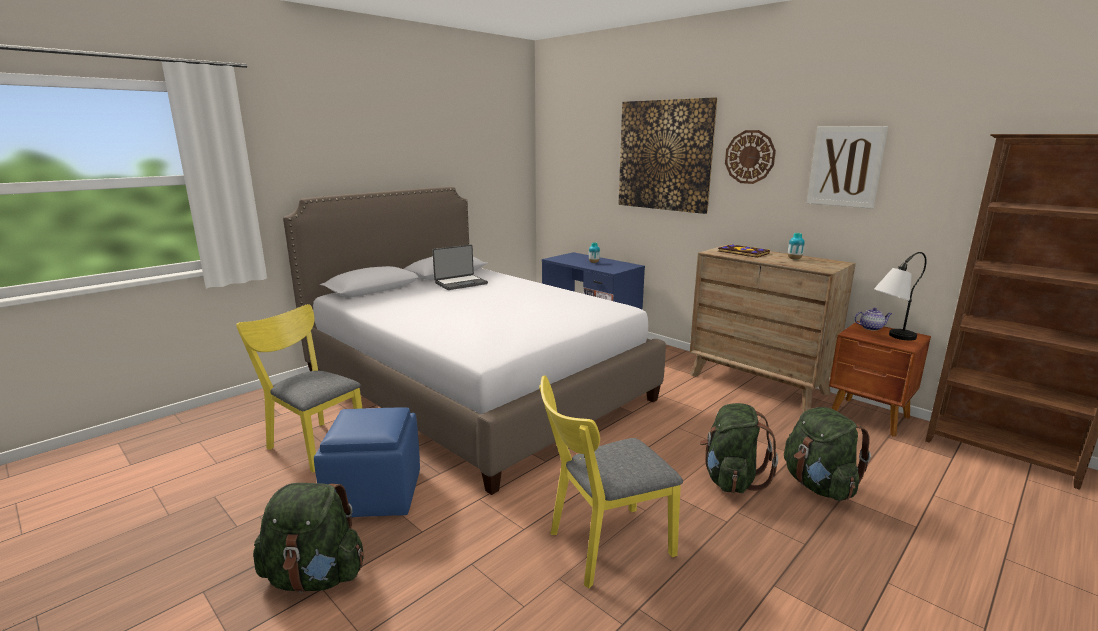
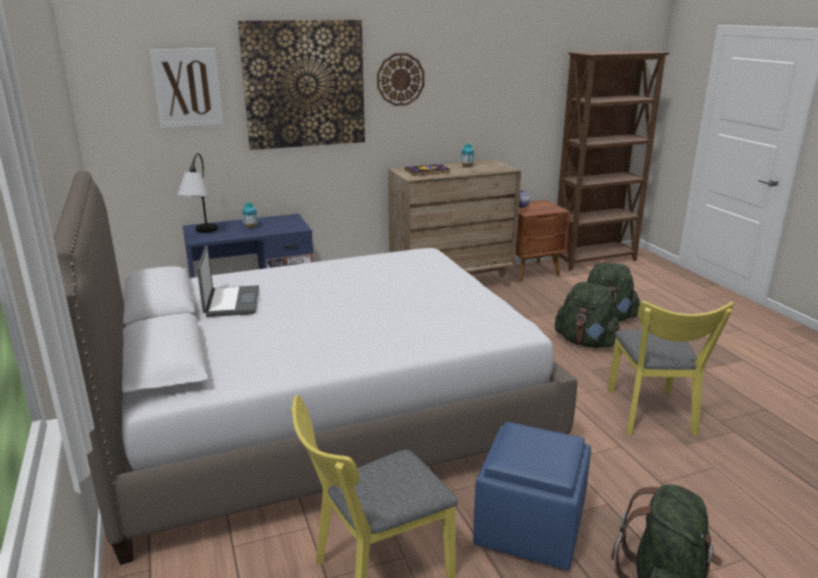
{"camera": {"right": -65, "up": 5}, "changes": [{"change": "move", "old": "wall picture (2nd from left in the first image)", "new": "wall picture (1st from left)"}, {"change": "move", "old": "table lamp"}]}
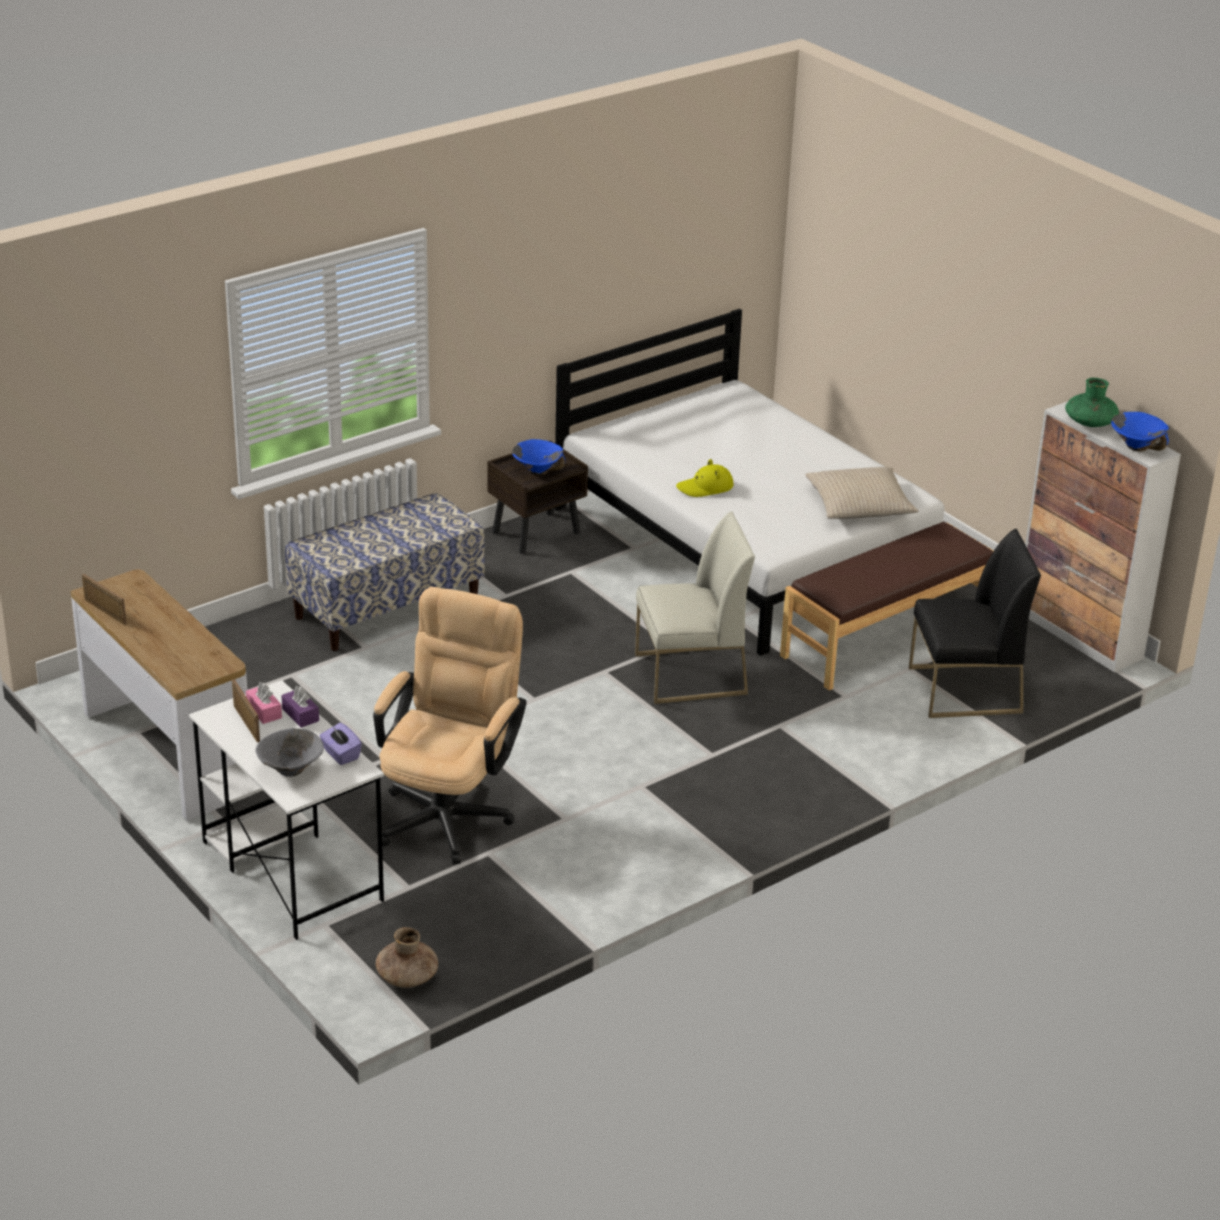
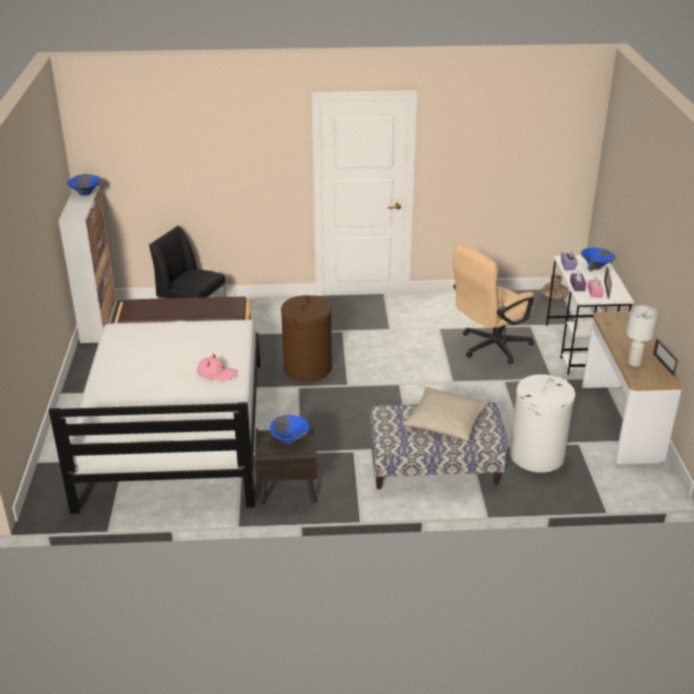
{"camera": {"right": -145, "up": 0}, "changes": [{"change": "recolor", "old": "bowl (greyish)", "new": "bowl (bluish) (3rd from left)"}, {"change": "replace", "old": "upright chair (white)", "new": "washing basket (brownish)"}, {"change": "recolor", "old": "hat (yellow)", "new": "hat (pink-coloured)"}, {"change": "move", "old": "throw pillow (beige)"}, {"change": "delete", "old": "flower vase (greenish)"}, {"change": "insert", "new": "washing basket (white)"}, {"change": "insert", "new": "table lamp (white)"}]}
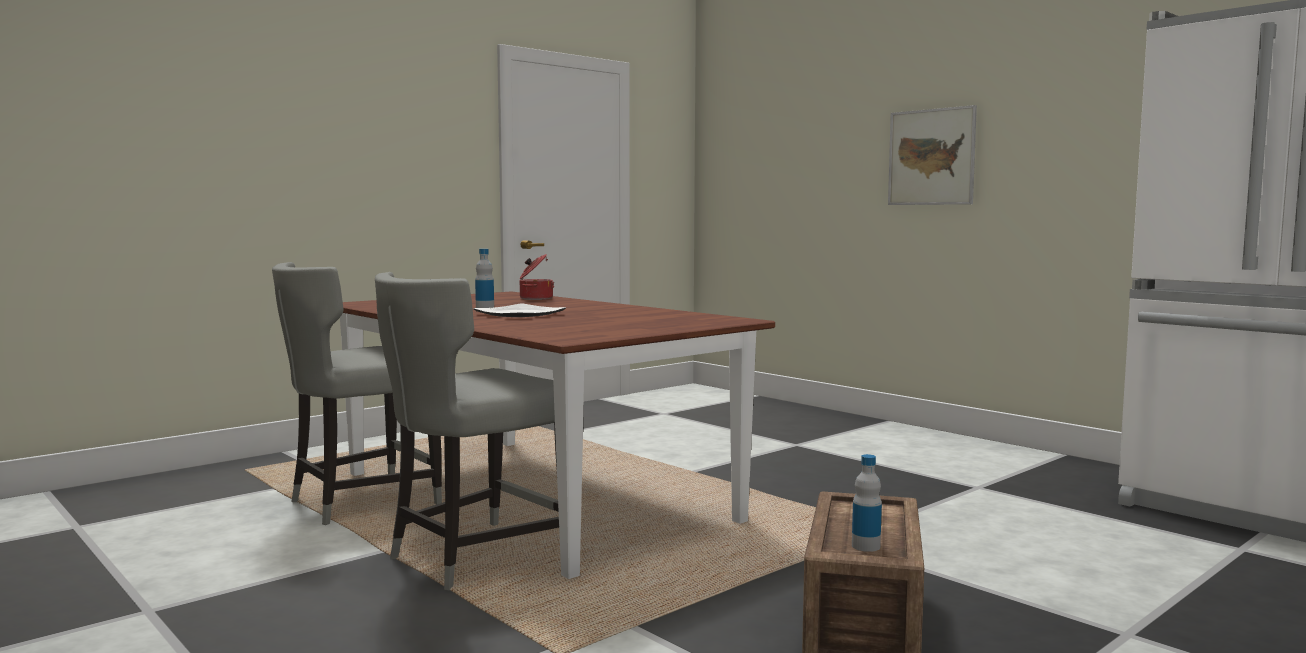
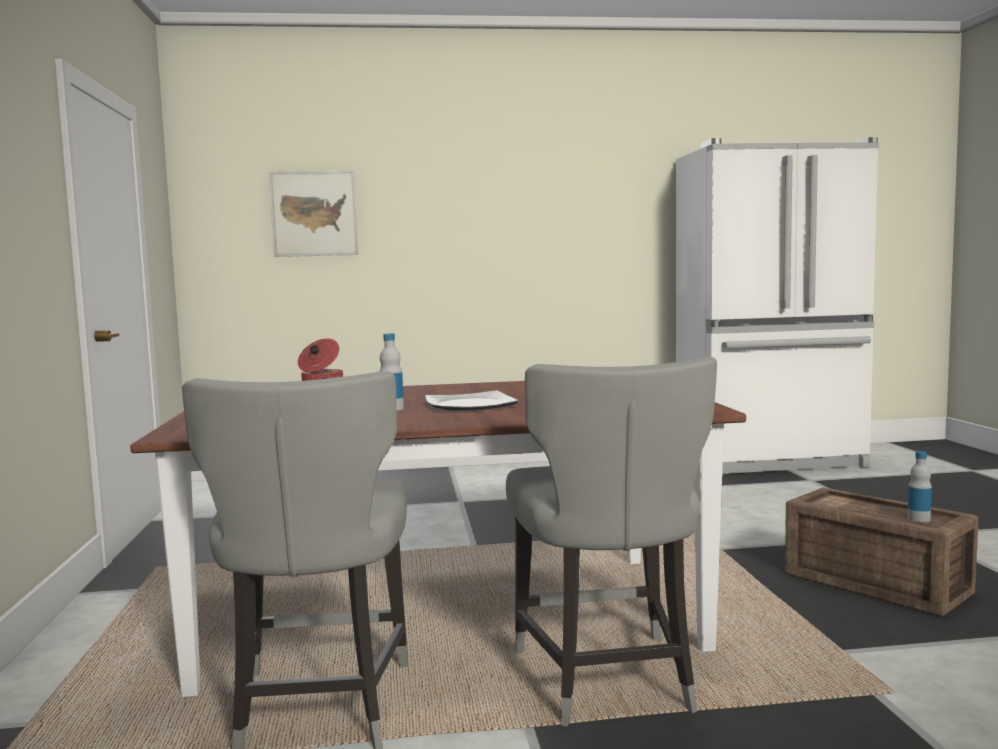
{"camera": {"right": -55, "up": 0}, "changes": [{"change": "move", "old": "wall picture"}]}
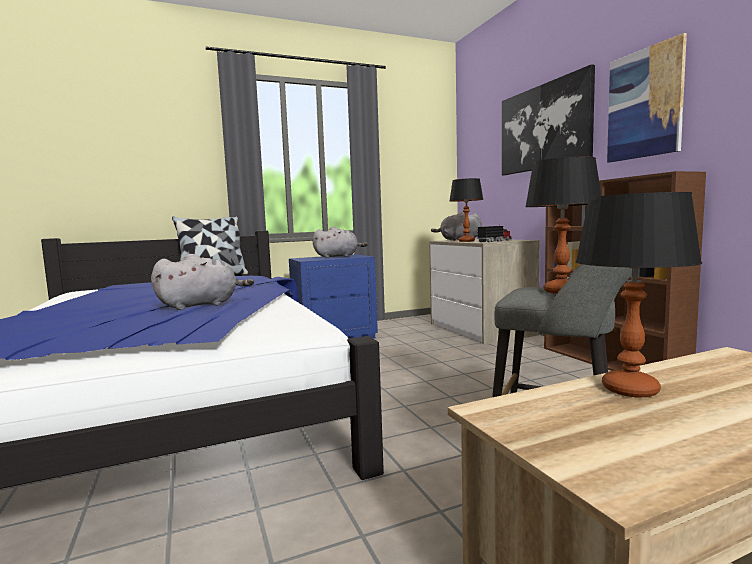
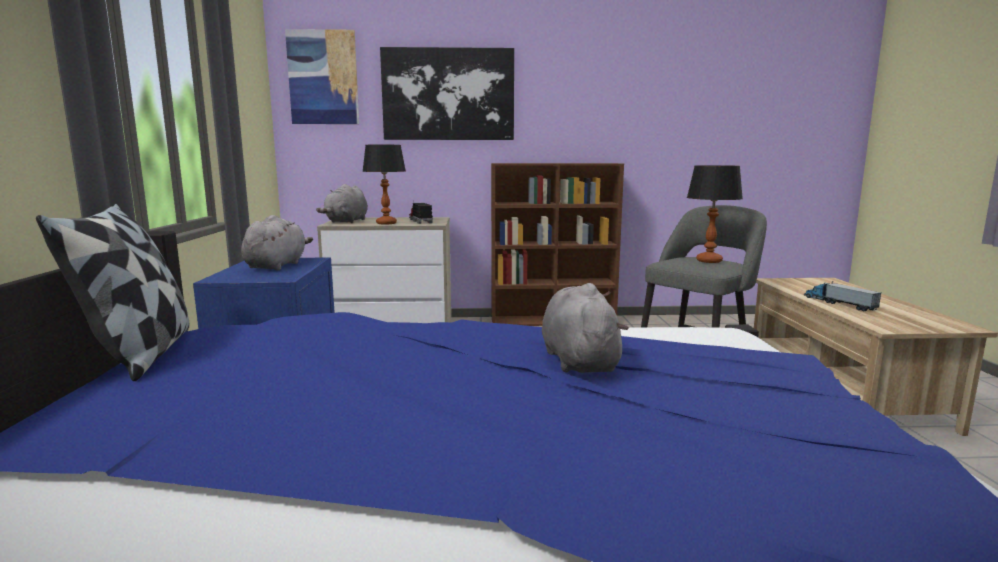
{"camera": {"right": -70, "up": 5}, "changes": [{"change": "replace", "old": "table lamp (3rd from left)", "new": "model truck (2nd from left)"}, {"change": "move", "old": "wall picture (2nd from left in the first image)", "new": "wall picture (1st from left)"}]}
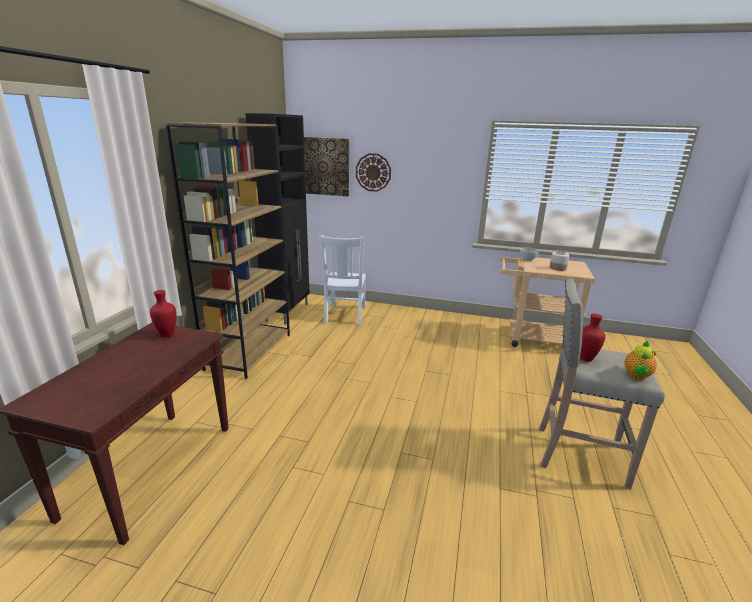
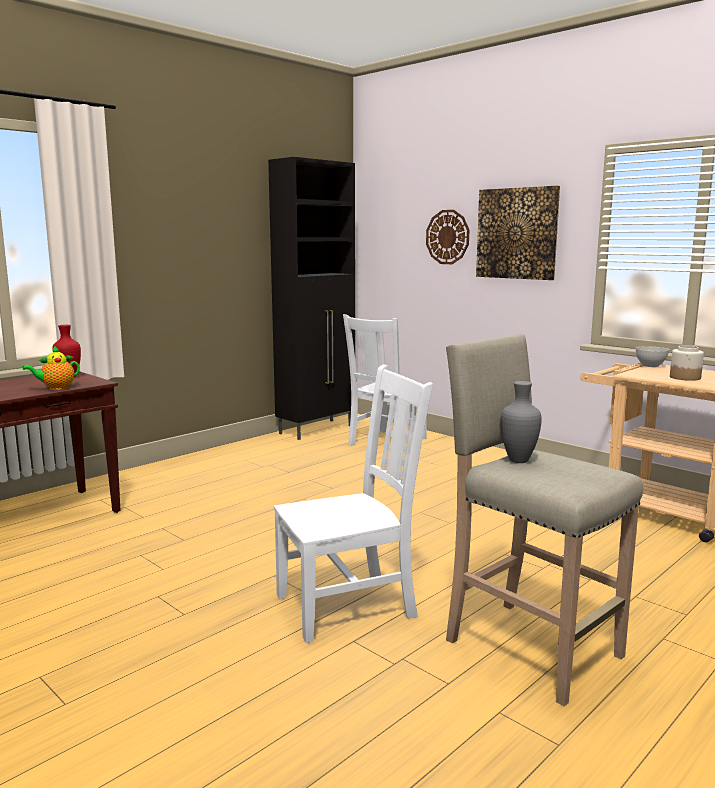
{"camera": {"right": 30, "up": -10}, "changes": [{"change": "delete", "old": "shelving unit (brownish)"}, {"change": "move", "old": "wall picture"}, {"change": "recolor", "old": "flower vase (red) (2nd from left)", "new": "flower vase (greyish)"}, {"change": "move", "old": "pot for tea"}, {"change": "insert", "new": "upright chair (white) (1st from left)"}]}
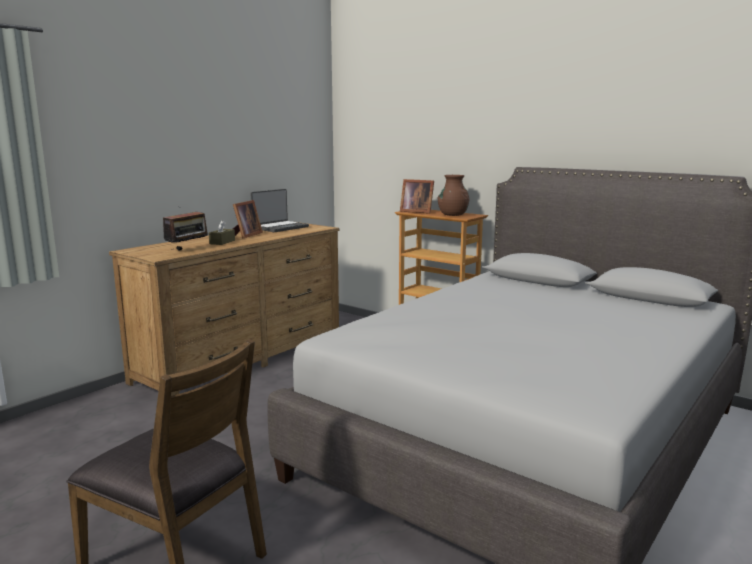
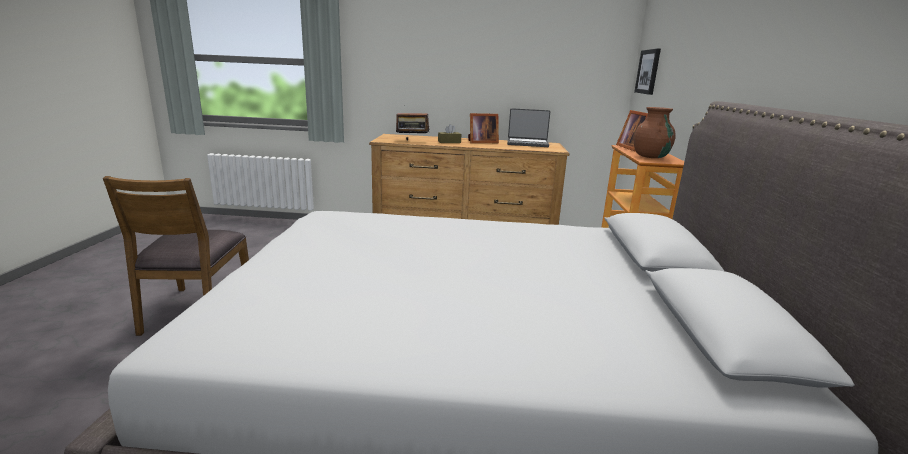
{"camera": {"right": 55, "up": 5}, "changes": [{"change": "insert", "new": "wall picture"}]}
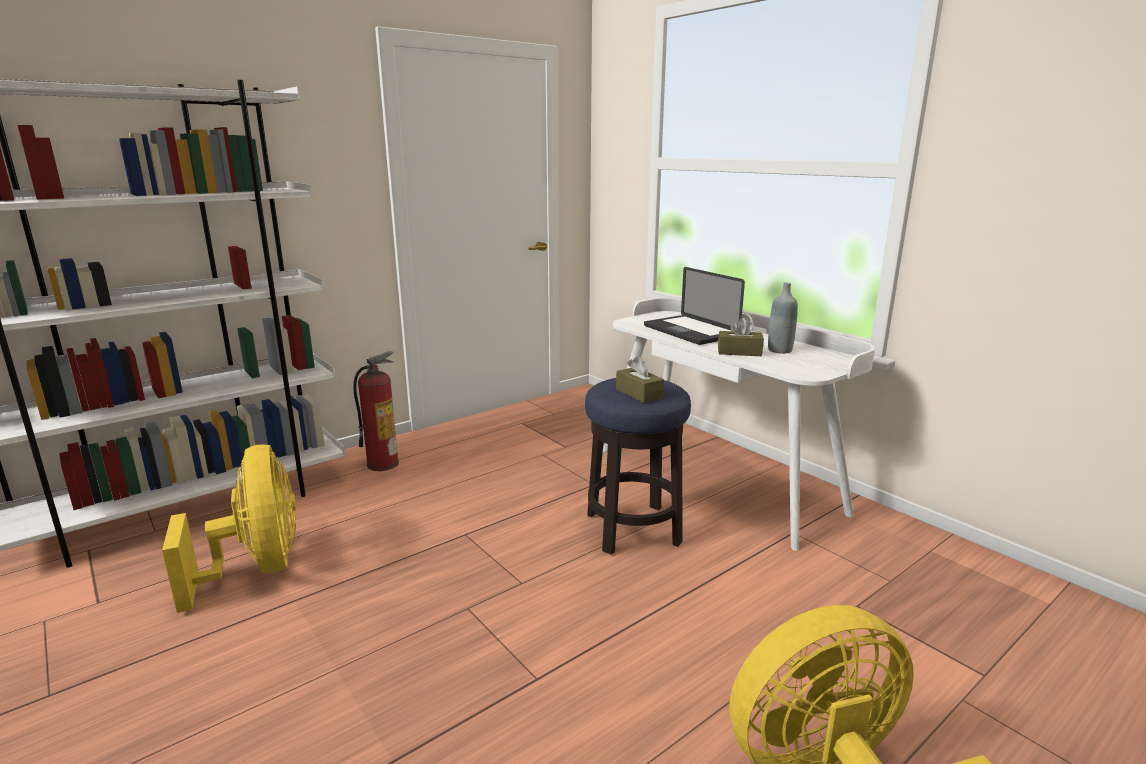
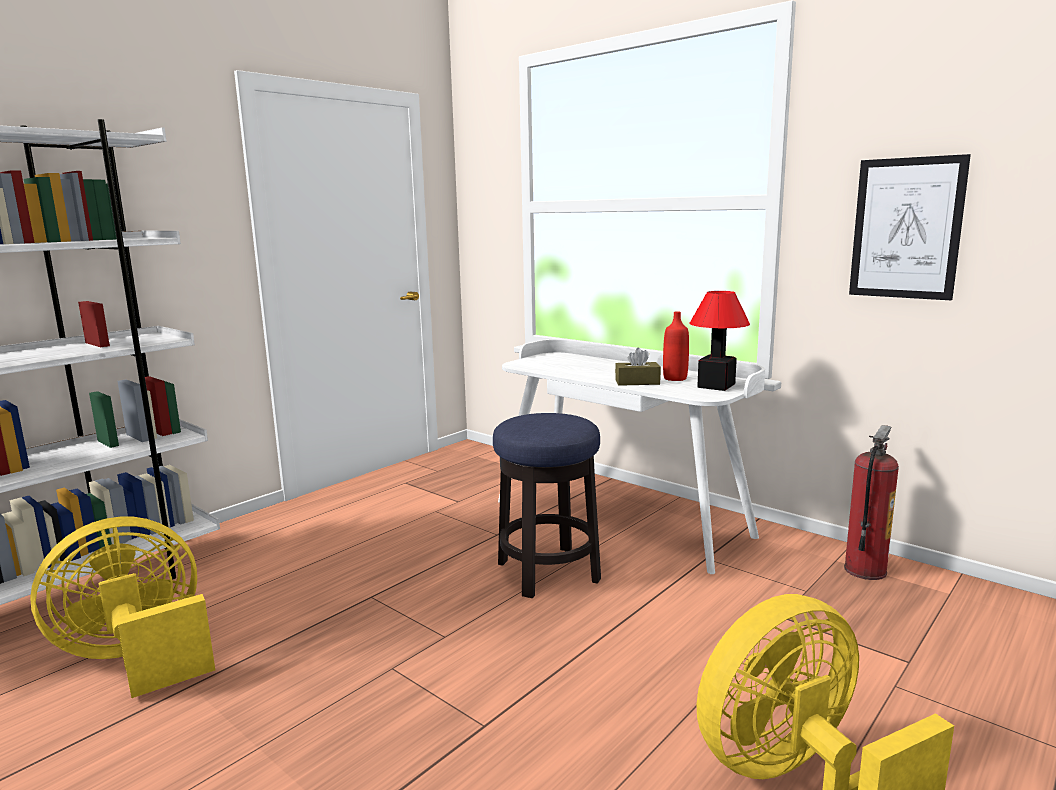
{"camera": {"right": -10, "up": -5}, "changes": [{"change": "rotate", "old": "cooling fan (yellow) (1st from left)", "degrees": -90}, {"change": "move", "old": "extinguisher"}, {"change": "delete", "old": "tissue holder (brownish) (1st from left)"}, {"change": "delete", "old": "portable computer"}, {"change": "recolor", "old": "drink bottle (greyish)", "new": "drink bottle (red)"}, {"change": "insert", "new": "table lamp"}, {"change": "insert", "new": "wall picture"}]}
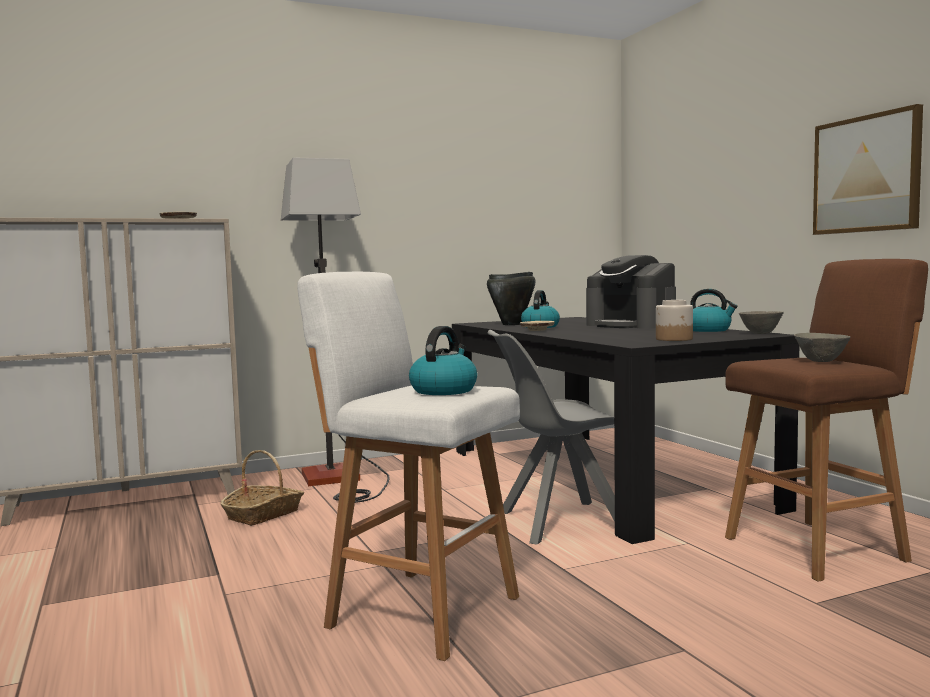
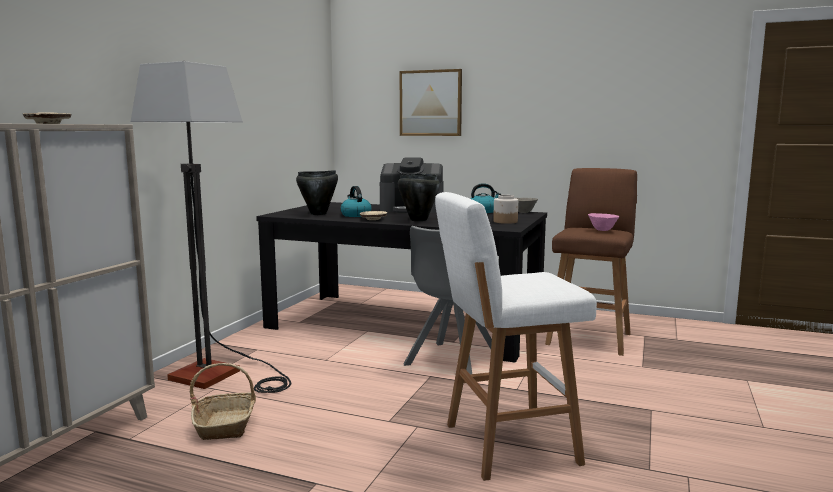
{"camera": {"right": -45, "up": 5}, "changes": [{"change": "delete", "old": "water kettle (1st from left)"}, {"change": "recolor", "old": "bowl (greyish) (2nd from left)", "new": "bowl (pink-coloured)"}, {"change": "move", "old": "wall picture"}, {"change": "insert", "new": "cooking pot (black) (2nd from left)"}]}
